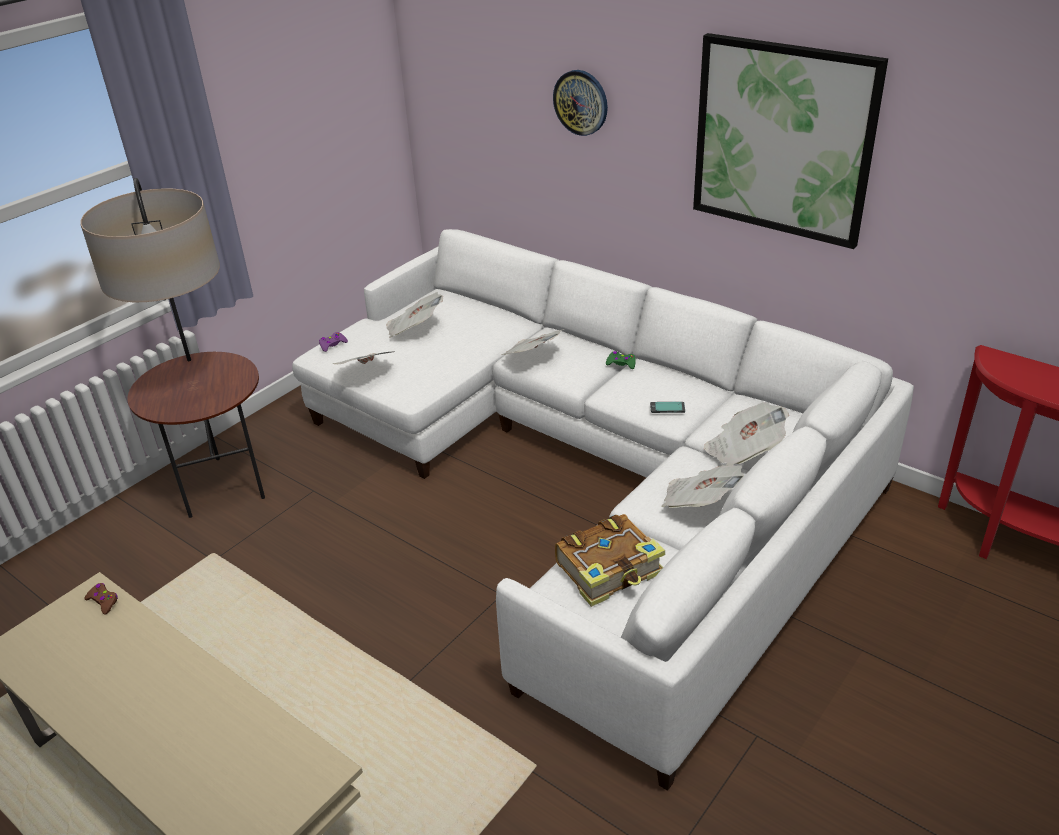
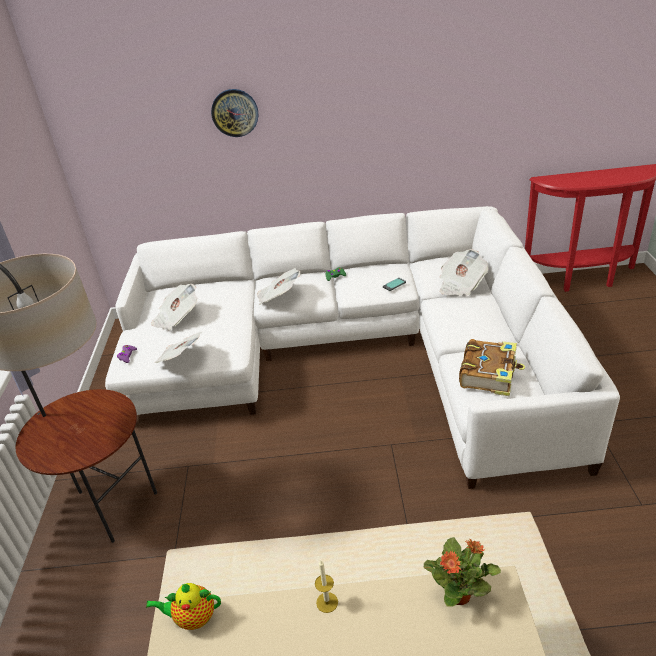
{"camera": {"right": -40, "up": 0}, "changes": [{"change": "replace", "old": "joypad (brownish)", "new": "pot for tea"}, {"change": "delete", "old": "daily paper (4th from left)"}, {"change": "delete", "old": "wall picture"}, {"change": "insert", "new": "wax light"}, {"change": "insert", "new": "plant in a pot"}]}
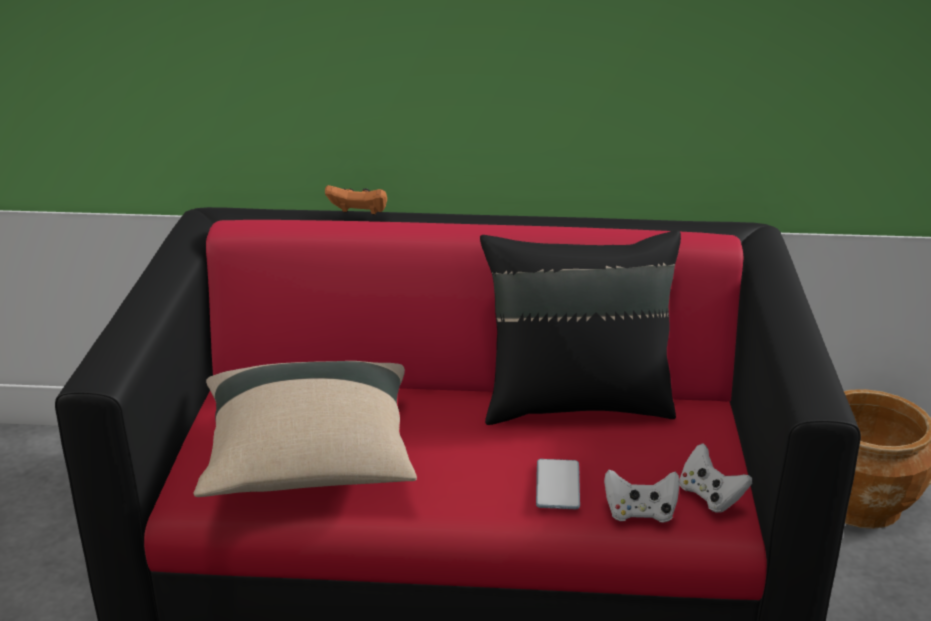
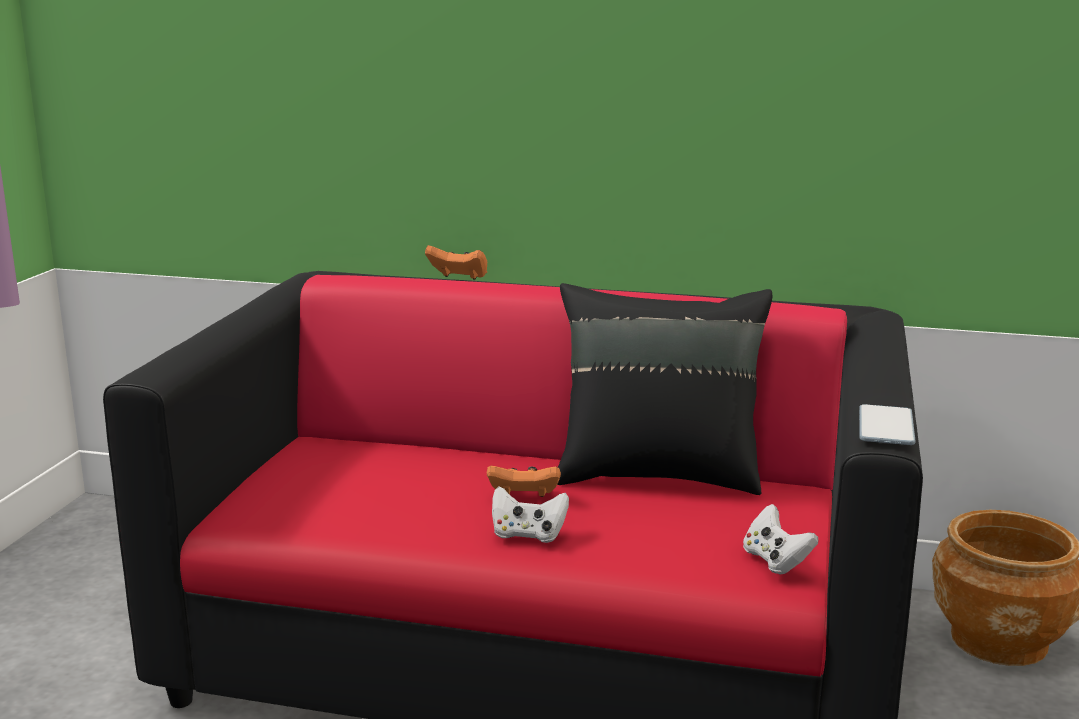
{"camera": {"right": 10, "up": -10}, "changes": [{"change": "delete", "old": "throw pillow (beige)"}, {"change": "move", "old": "handset"}, {"change": "move", "old": "joypad (white) (1st from left)"}, {"change": "insert", "new": "joypad (orange) (2nd from left)"}]}
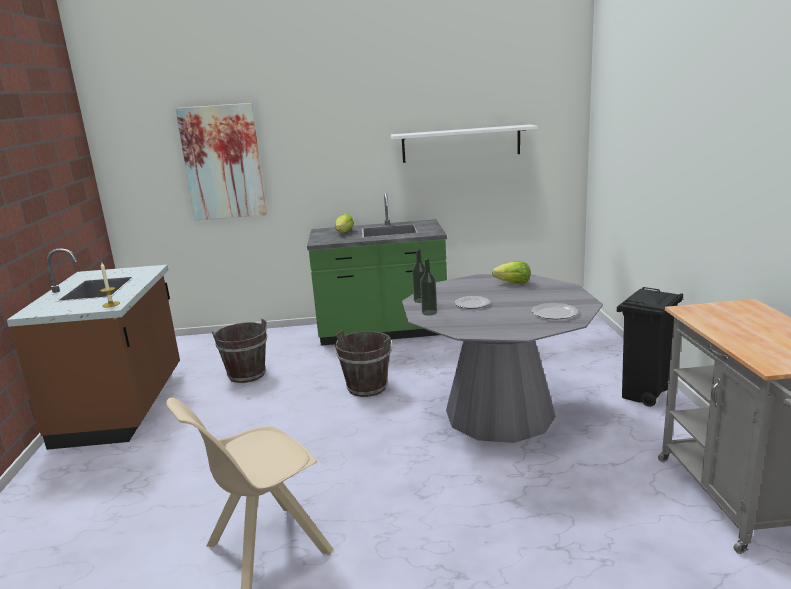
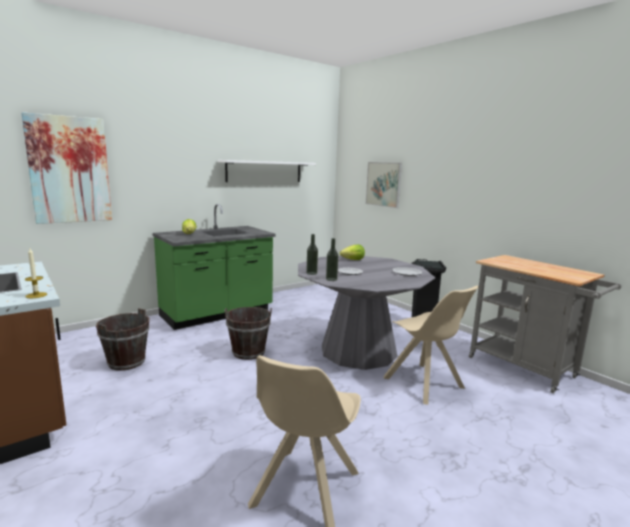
{"camera": {"right": -35, "up": -5}, "changes": [{"change": "insert", "new": "wall picture (2nd from left)"}, {"change": "insert", "new": "upright chair (beige) (2nd from left)"}]}
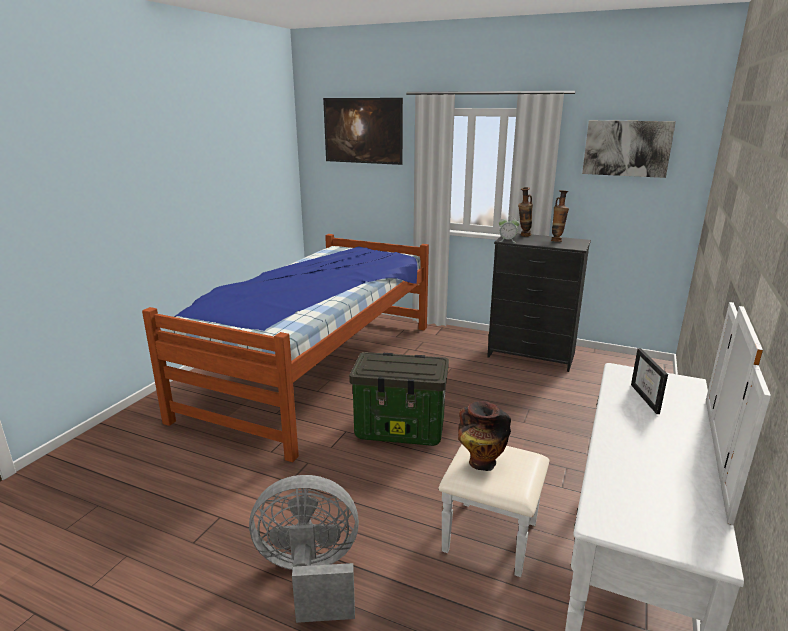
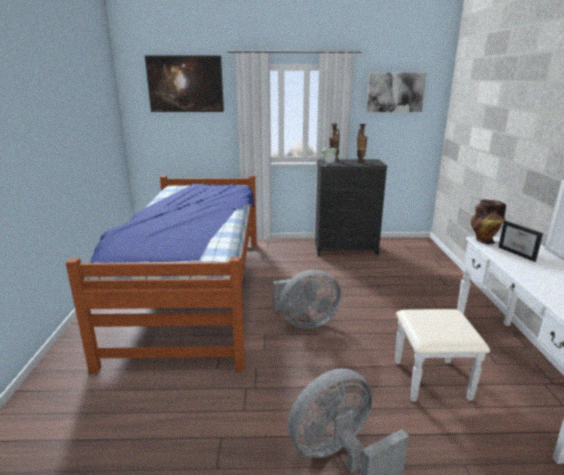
{"camera": {"right": -25, "up": 0}, "changes": [{"change": "replace", "old": "storage container", "new": "cooling fan (greyish) (1st from left)"}, {"change": "move", "old": "flower vase (1st from left in the first image)", "new": "flower vase (3rd from left)"}]}
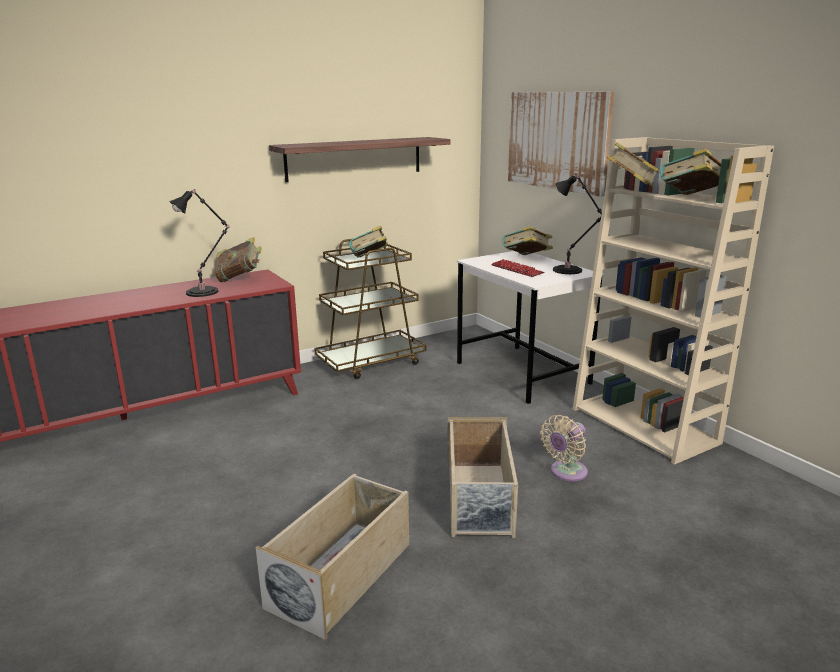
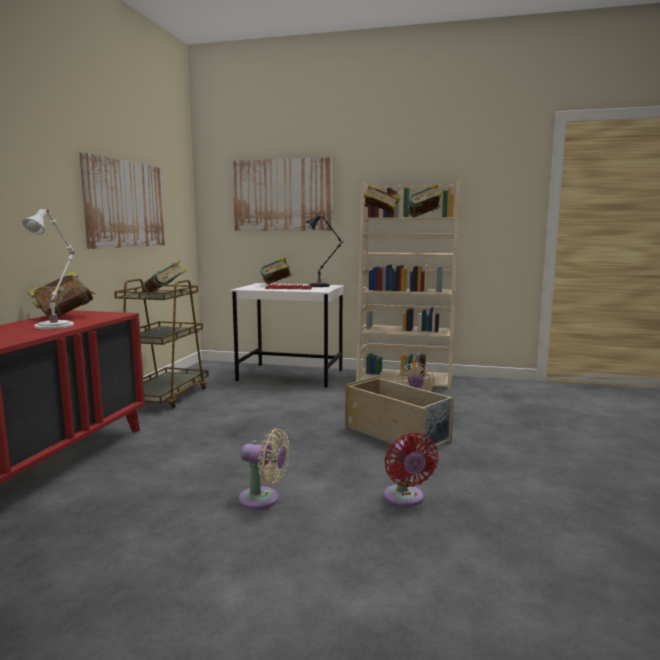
{"camera": {"right": -45, "up": -10}, "changes": [{"change": "recolor", "old": "table lamp (black) (1st from left)", "new": "table lamp (white)"}, {"change": "replace", "old": "storage container (beige) (1st from left)", "new": "cooling fan (red)"}, {"change": "replace", "old": "bracket shelf", "new": "wall picture (1st from left)"}, {"change": "insert", "new": "cooling fan (beige) (1st from left)"}]}
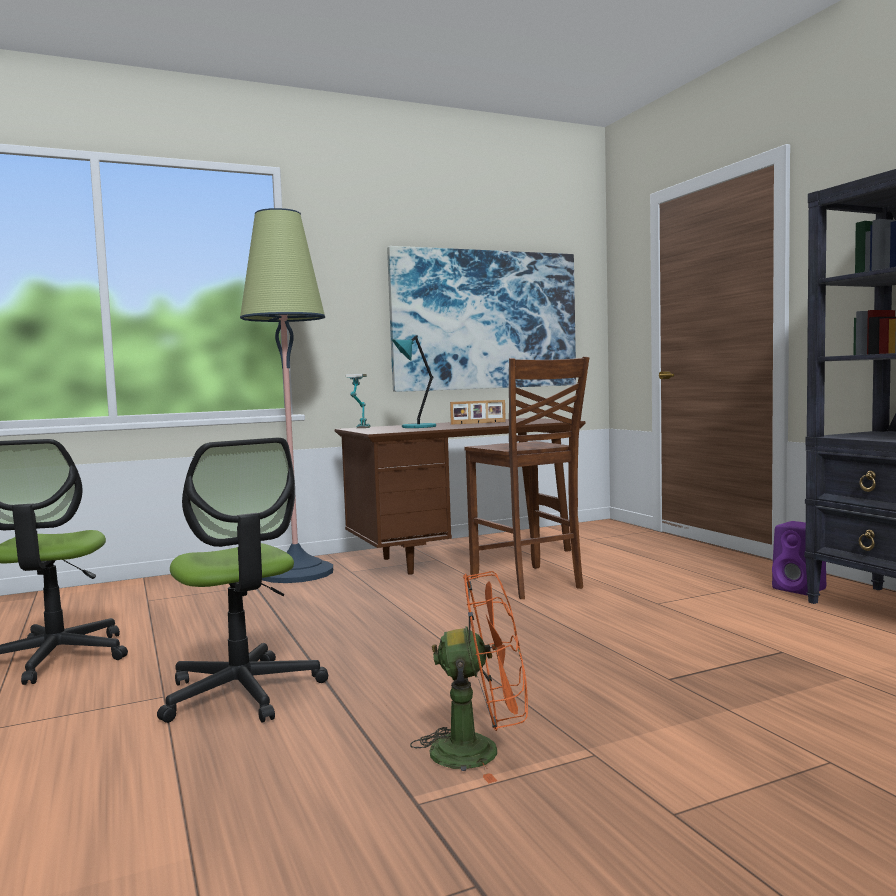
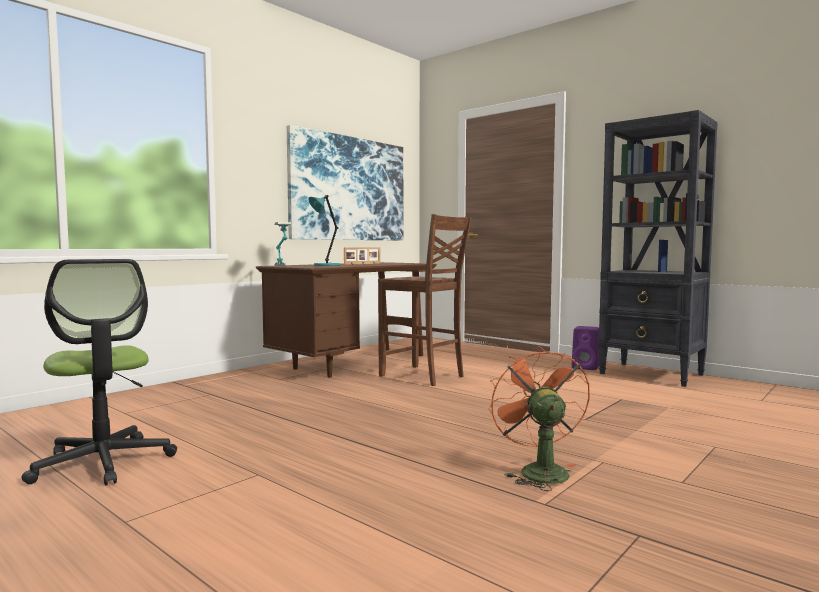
{"camera": {"right": -25, "up": 0}, "changes": [{"change": "delete", "old": "office chair (2nd from left)"}, {"change": "delete", "old": "standing lamp"}, {"change": "rotate", "old": "cooling fan (orange)", "degrees": -75}]}
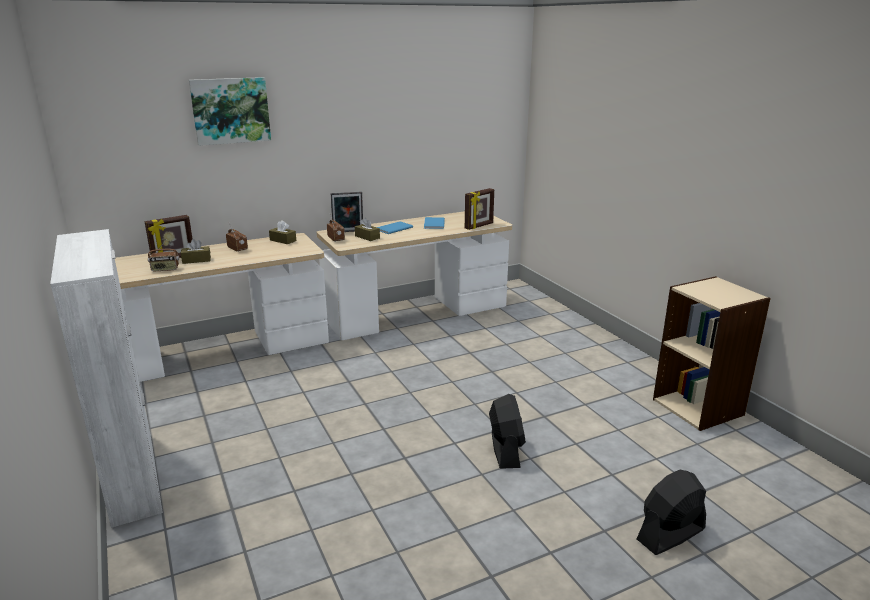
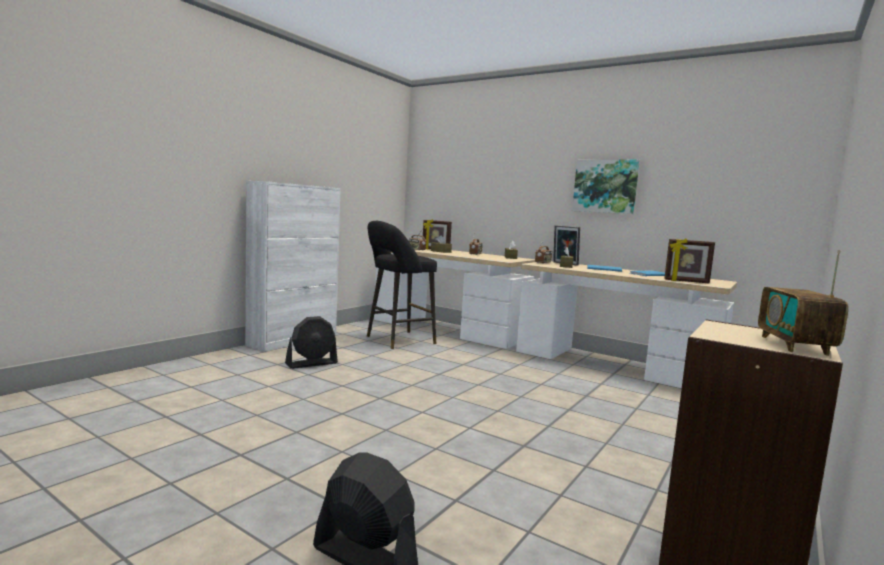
{"camera": {"right": 60, "up": -15}, "changes": [{"change": "move", "old": "wall picture"}, {"change": "move", "old": "cooling fan (black) (1st from left)"}, {"change": "insert", "new": "stool seat (black)"}, {"change": "insert", "new": "radio (4th from left)"}]}
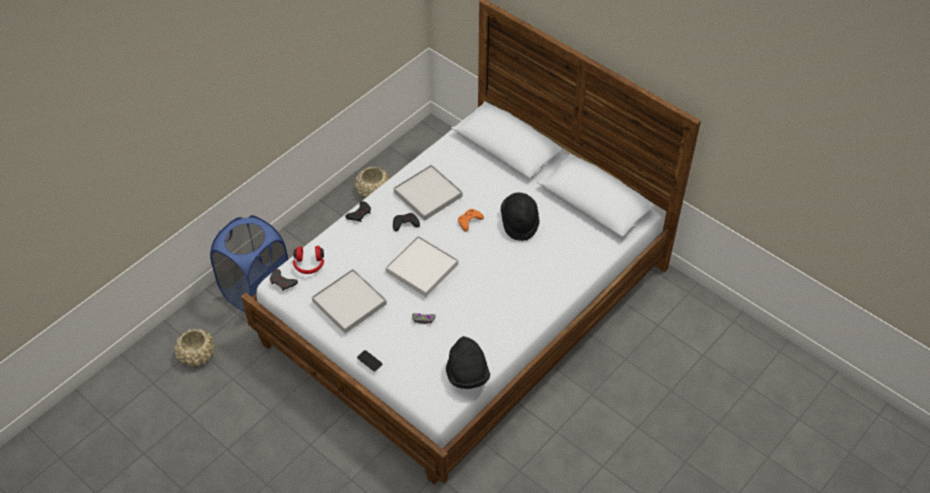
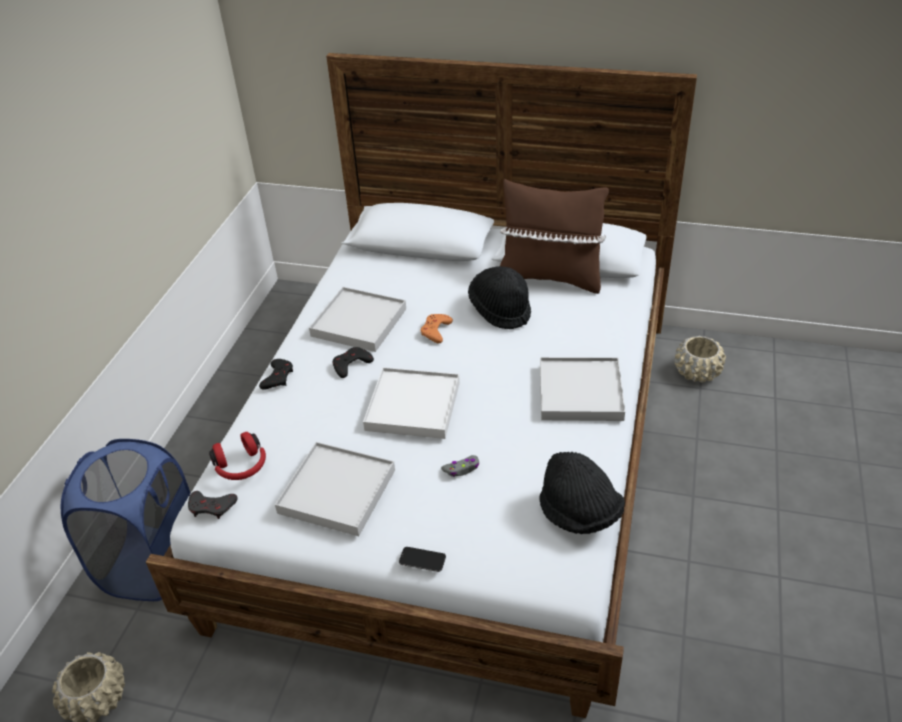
{"camera": {"right": -25, "up": -10}, "changes": [{"change": "move", "old": "plant pot (beige) (2nd from left)"}, {"change": "insert", "new": "throw pillow (brownish)"}, {"change": "insert", "new": "serving tray (white) (4th from left)"}]}
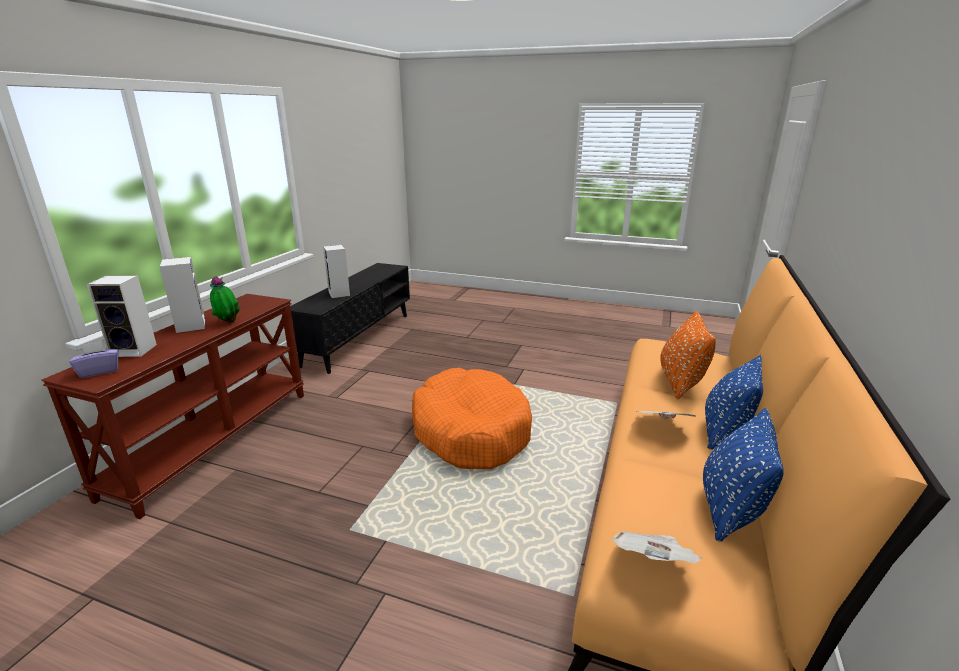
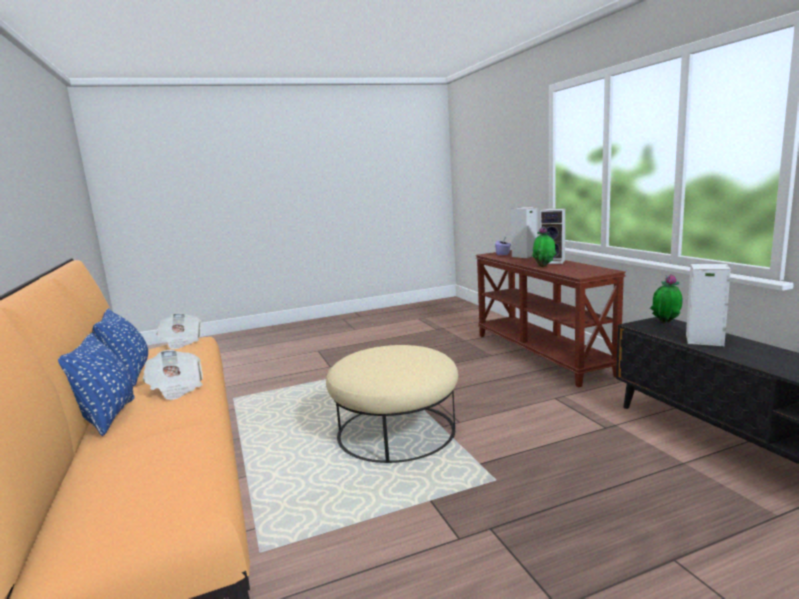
{"camera": {"right": 140, "up": -10}, "changes": [{"change": "replace", "old": "dog bed (orange)", "new": "ottoman (beige)"}, {"change": "delete", "old": "throw pillow (orange)"}, {"change": "insert", "new": "plant in a pot (2nd from left)"}]}
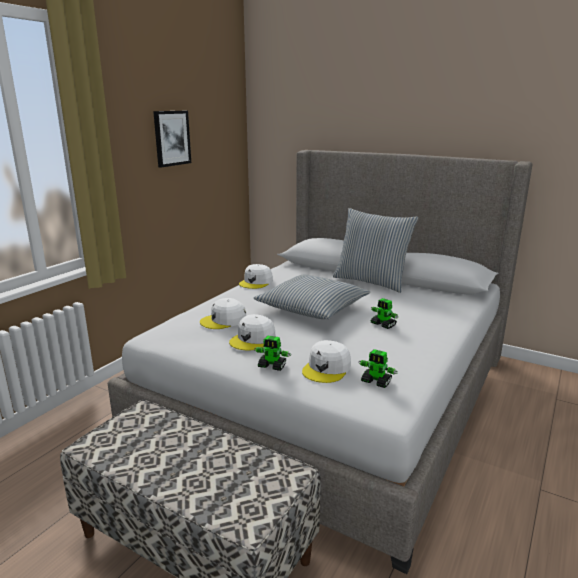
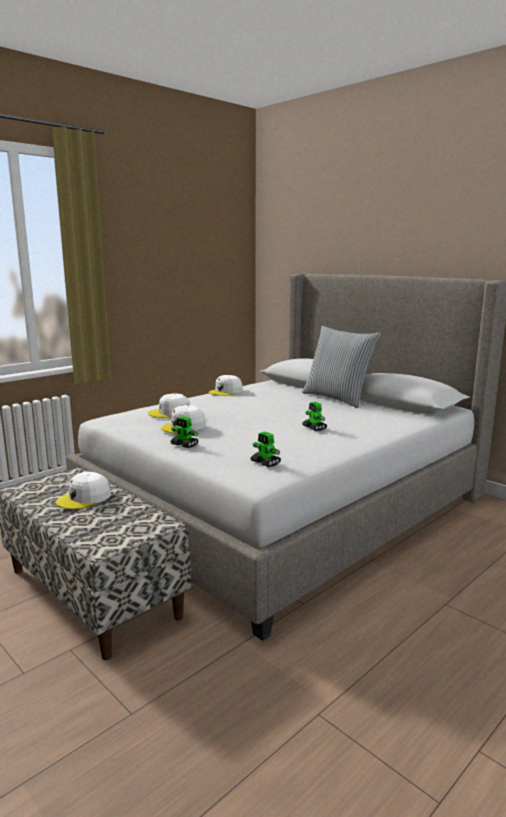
{"camera": {"right": 15, "up": -5}, "changes": [{"change": "delete", "old": "wall picture"}, {"change": "delete", "old": "throw pillow (1st from left)"}, {"change": "move", "old": "cap (white) (4th from left in the first image)", "new": "cap (white) (1st from left)"}]}
